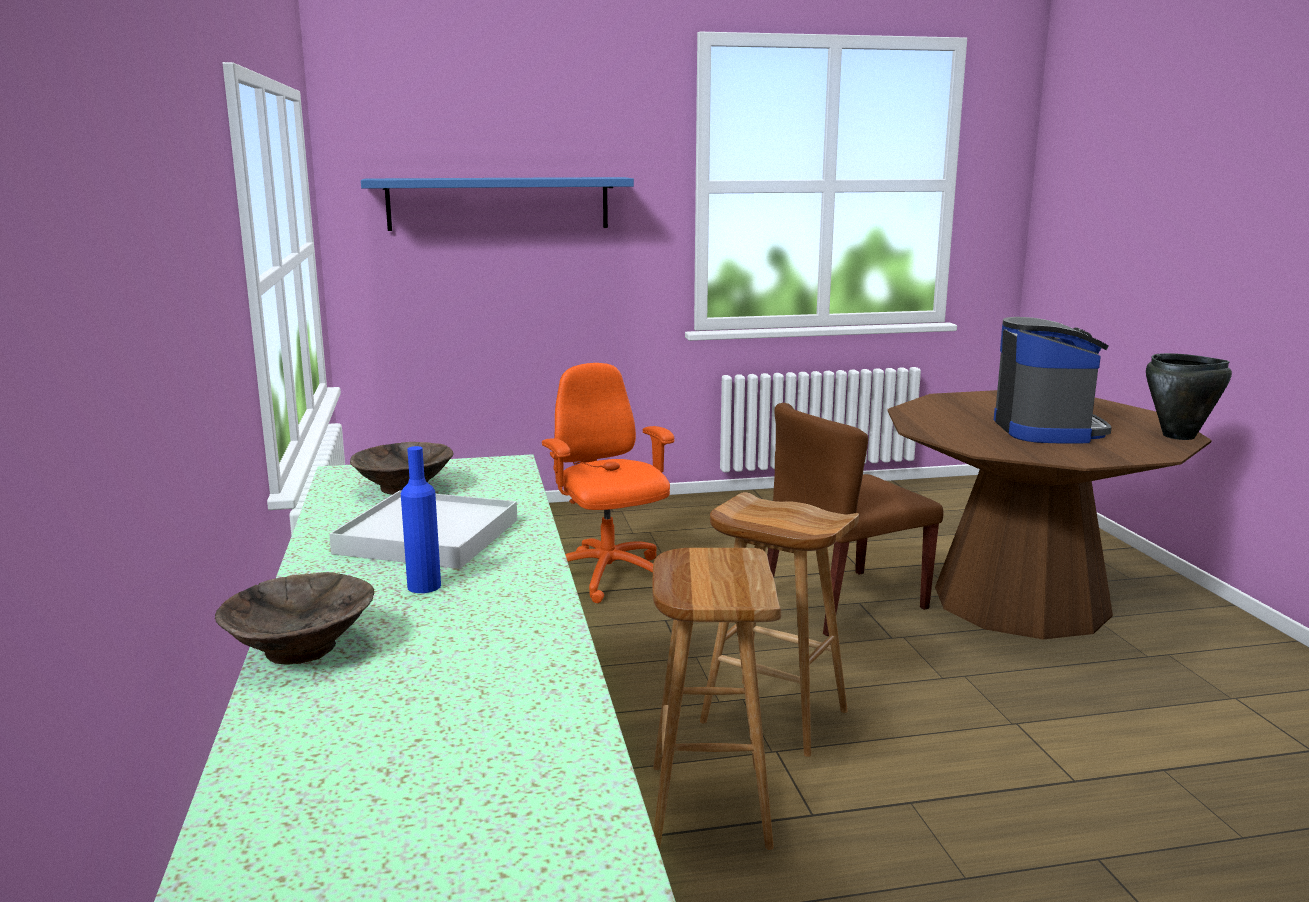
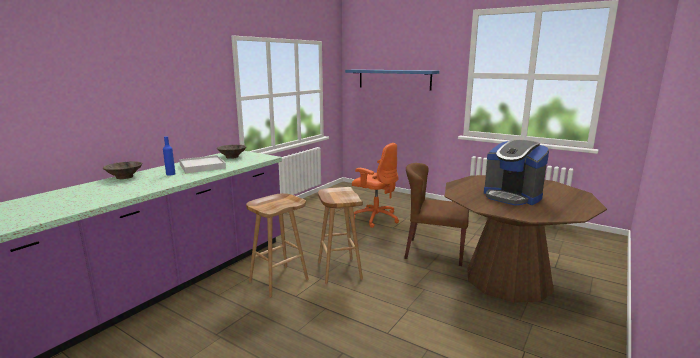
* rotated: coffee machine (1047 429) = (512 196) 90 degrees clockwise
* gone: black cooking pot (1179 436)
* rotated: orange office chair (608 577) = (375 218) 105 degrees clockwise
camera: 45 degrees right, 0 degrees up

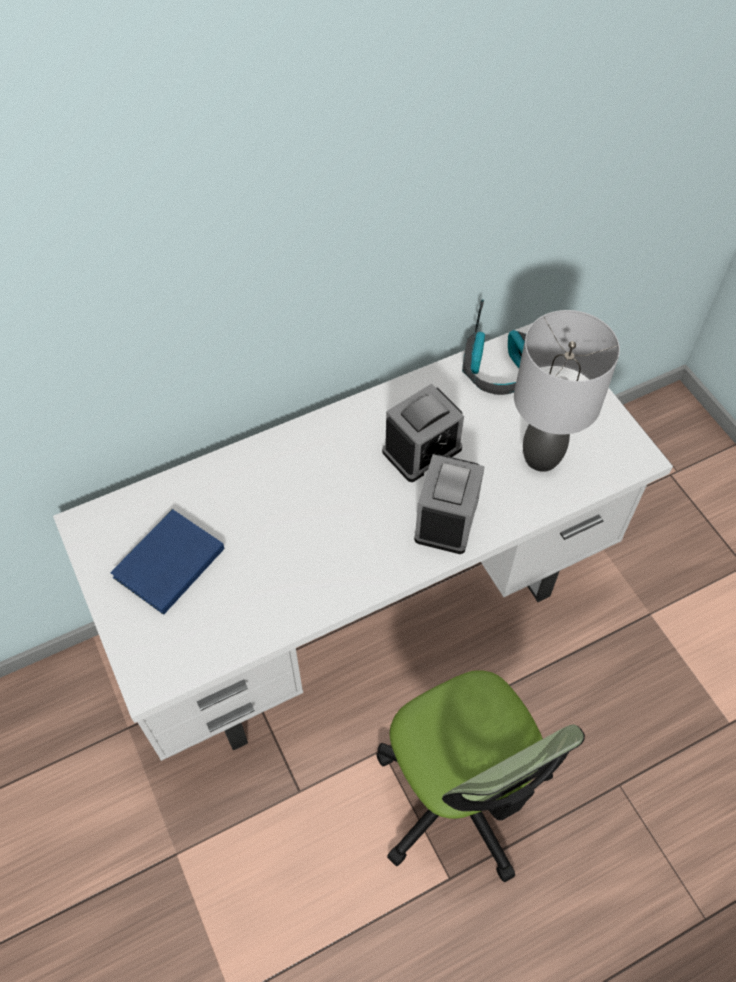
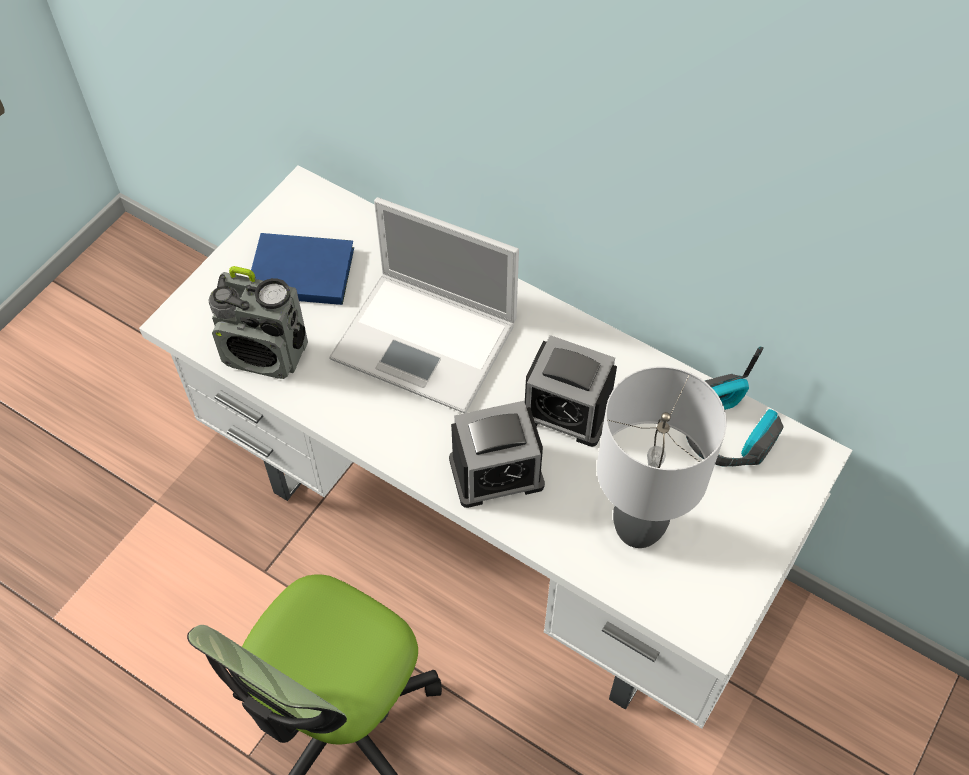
* new: laptop (427 342)
* new: radio (266 354)
camera: 60 degrees right, 0 degrees up

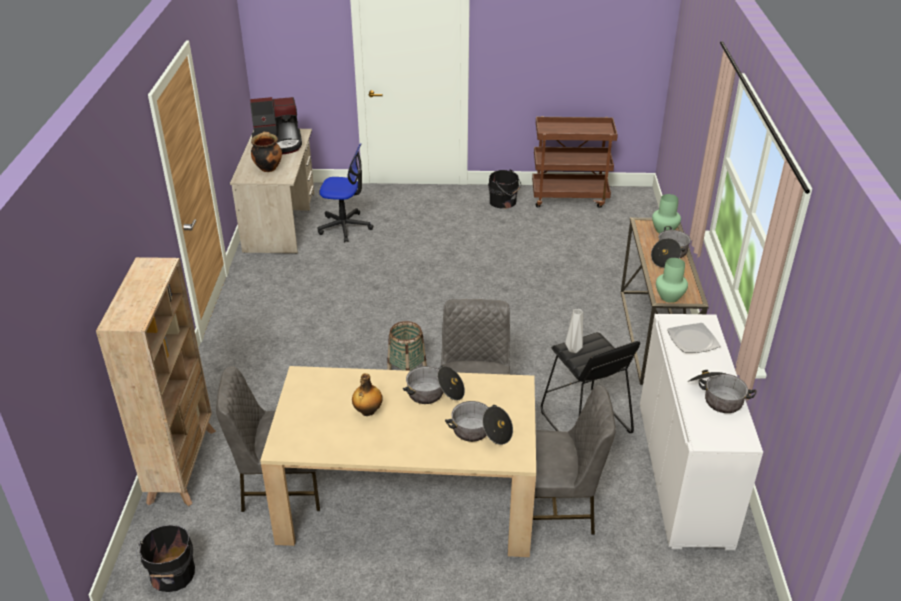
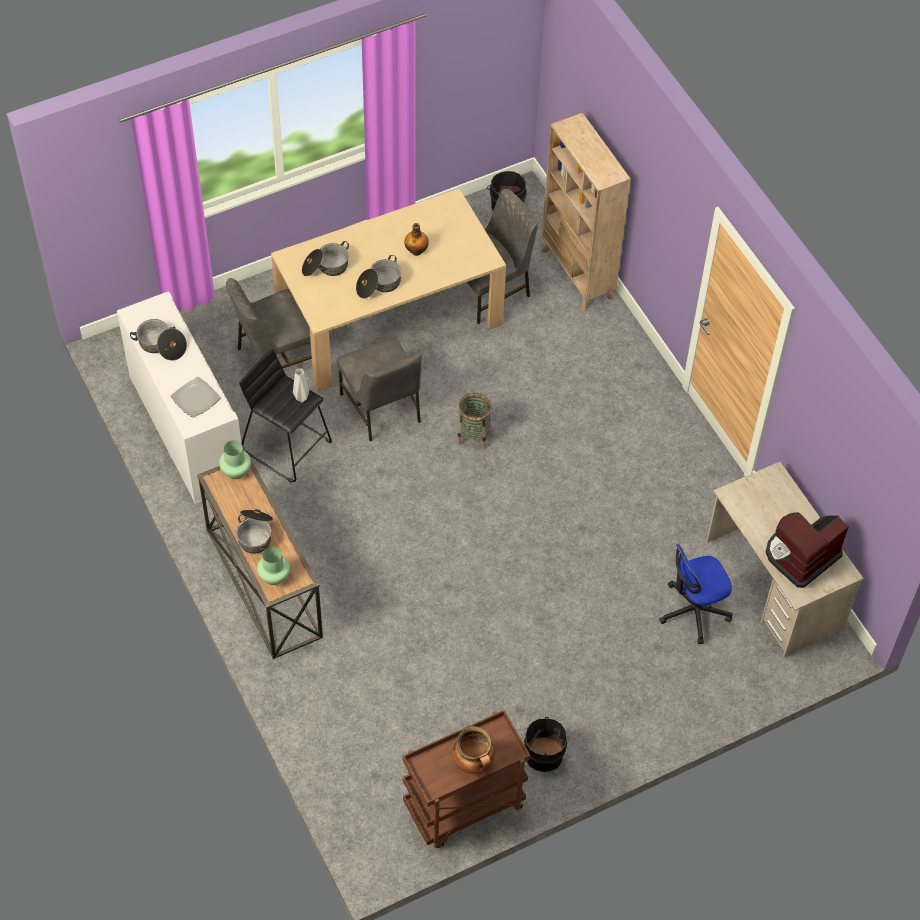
* shifted: cooking pot (268 168) to (473 763)
camera: 150 degrees right, 20 degrees up

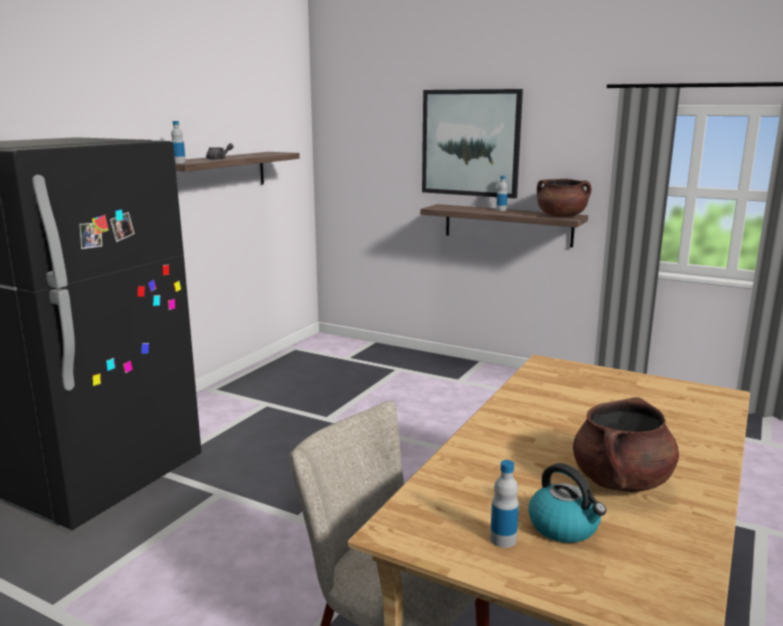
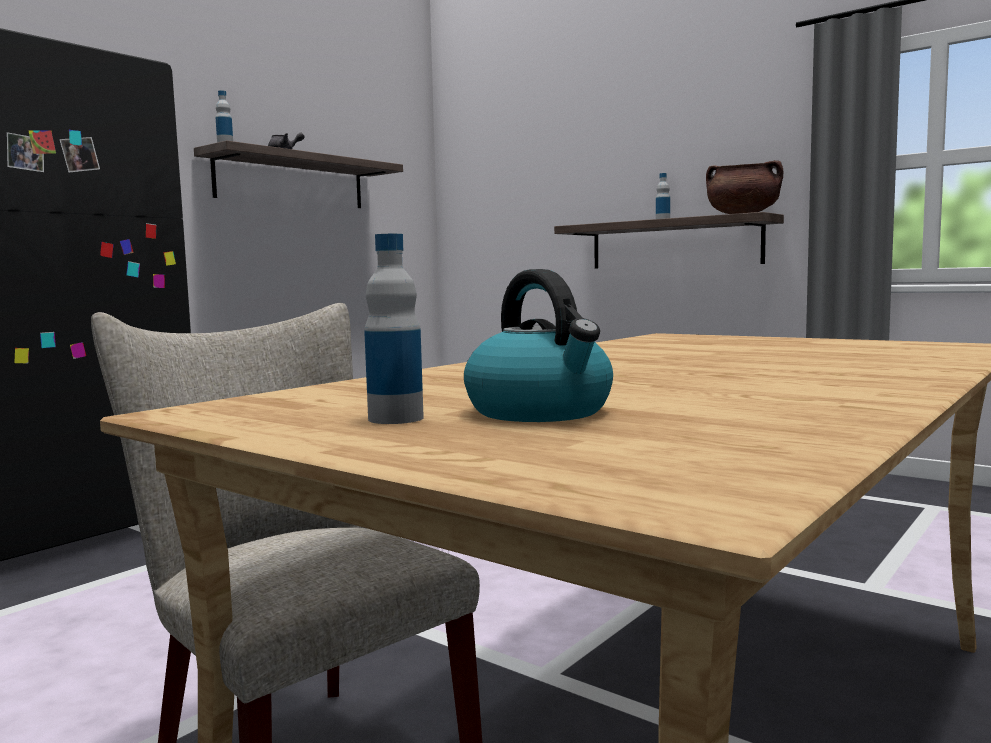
* gone: picture (470 143)
* gone: brown cooking pot (621 481)
camera: 10 degrees right, 10 degrees down

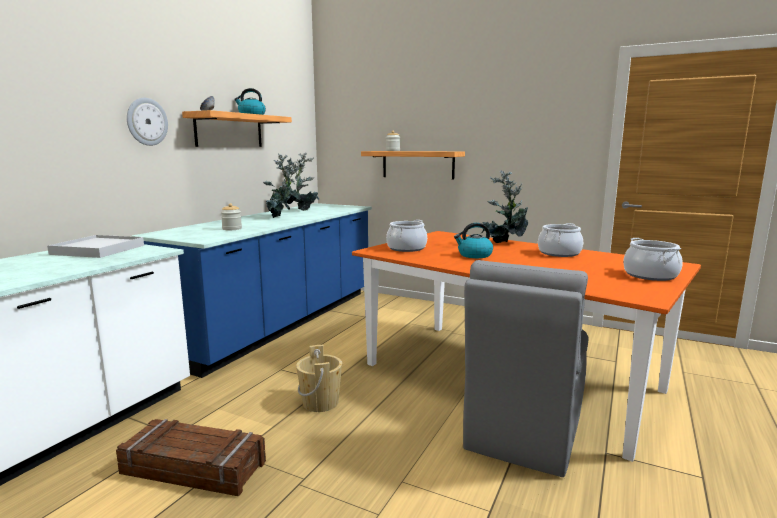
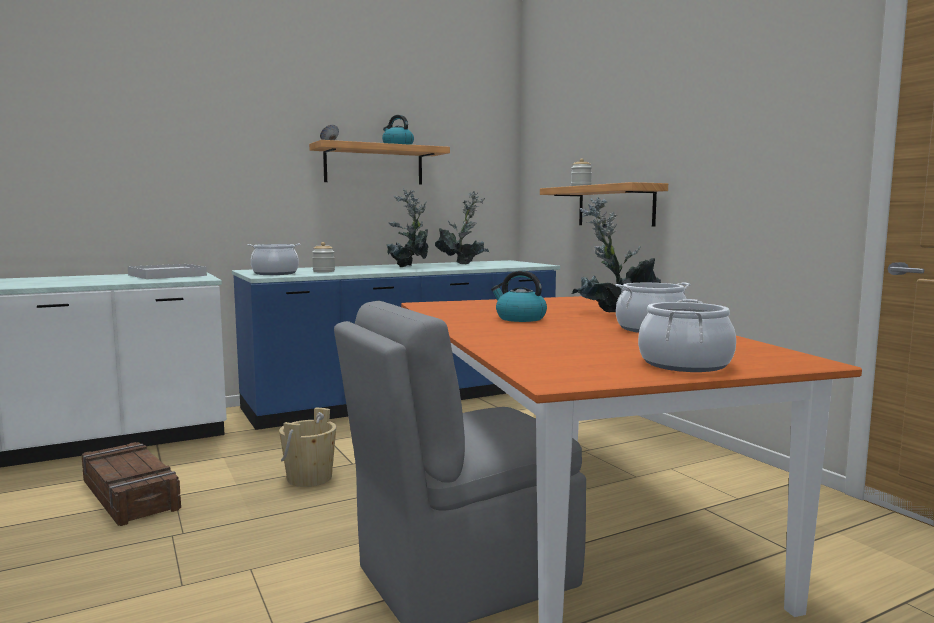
* gone: wall clock (146 122)
* shifted: cooking pot (406 248) to (275 273)
camera: 35 degrees right, 5 degrees down

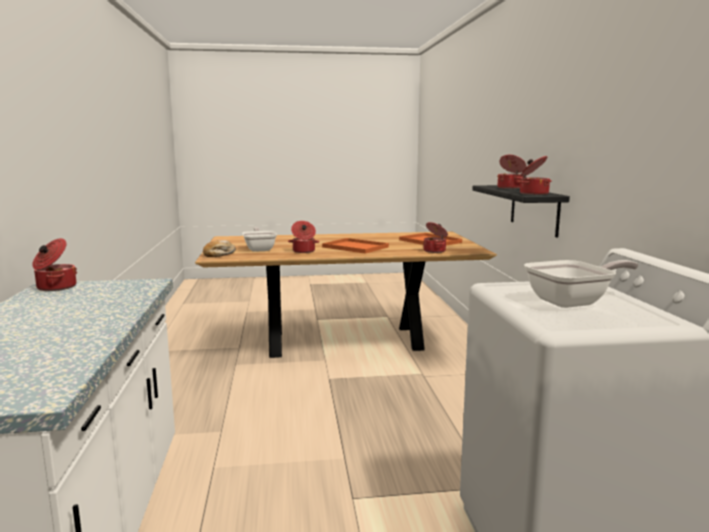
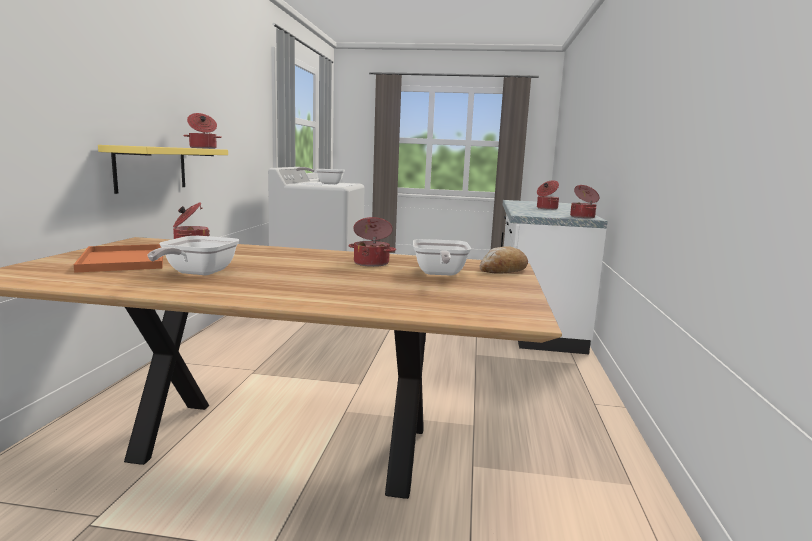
* shifted: cooking pot (510 188) to (546 208)
* repainted: black shelf (534 209) to yellow shelf (151 168)
* gone: orange tray (356 247)
* new: frying pan (196 273)
camera: 165 degrees left, 0 degrees up

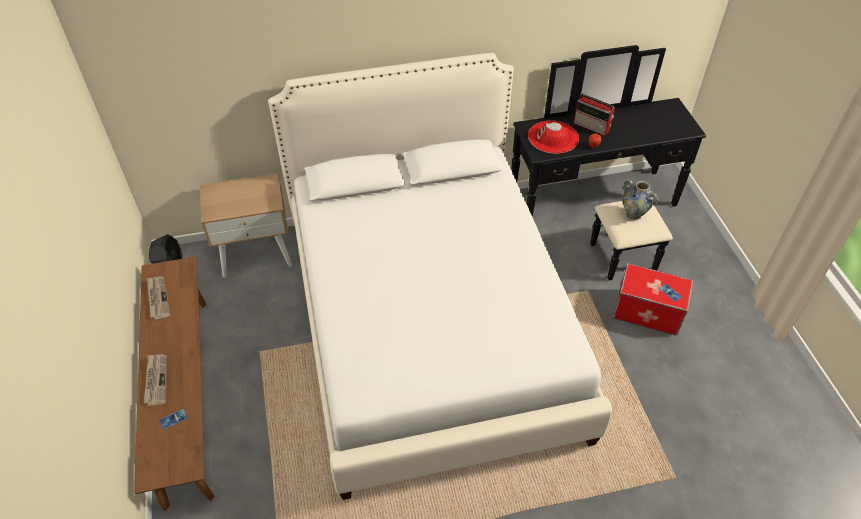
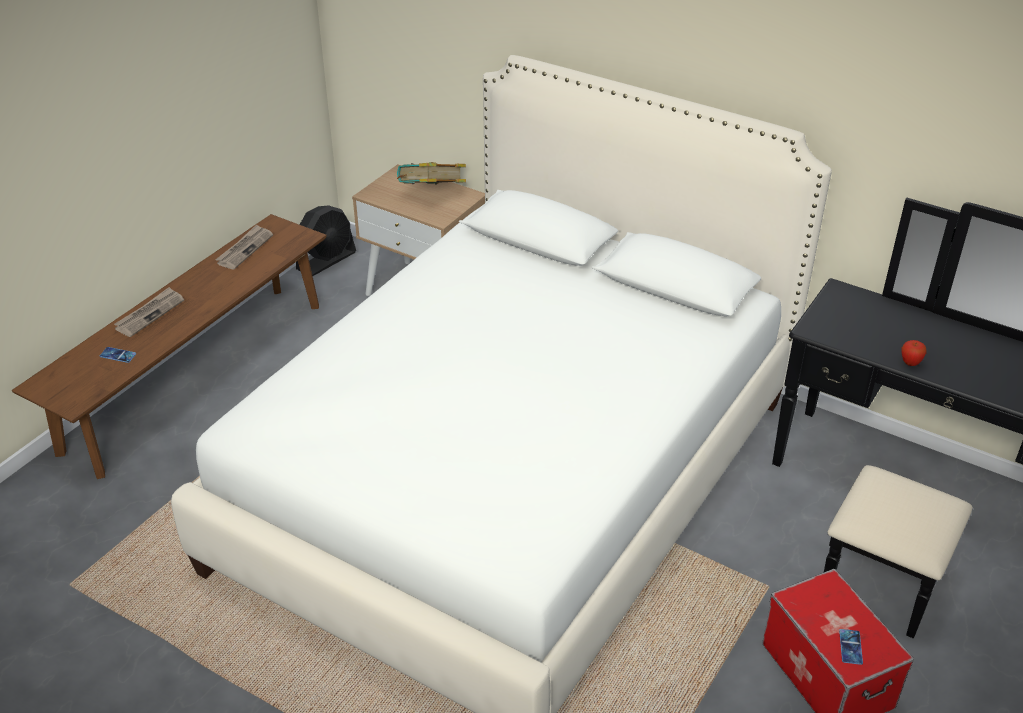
* gone: radio (592 126)
* gone: red hat (553 137)
* gone: vase (633 215)
* new: book (431 194)
camera: 45 degrees right, 10 degrees down

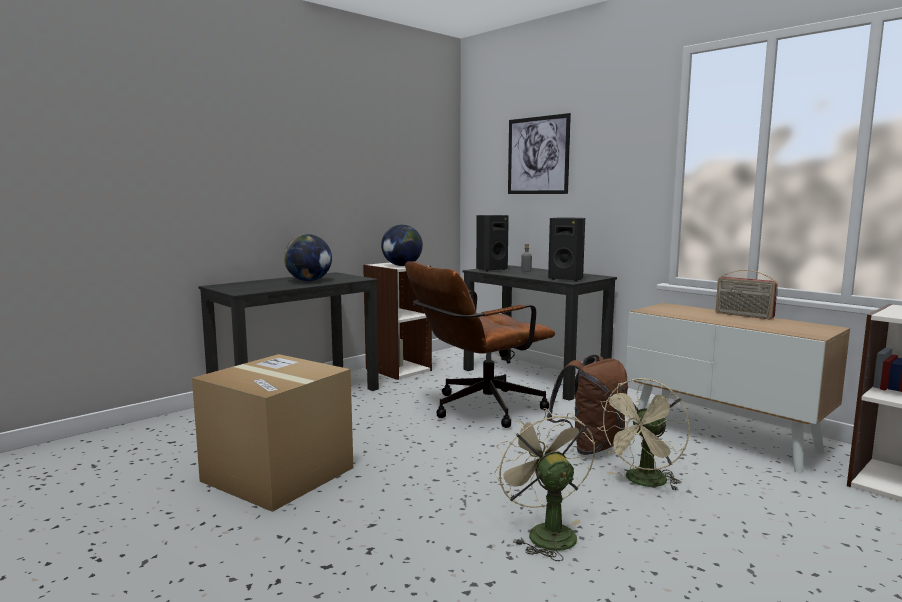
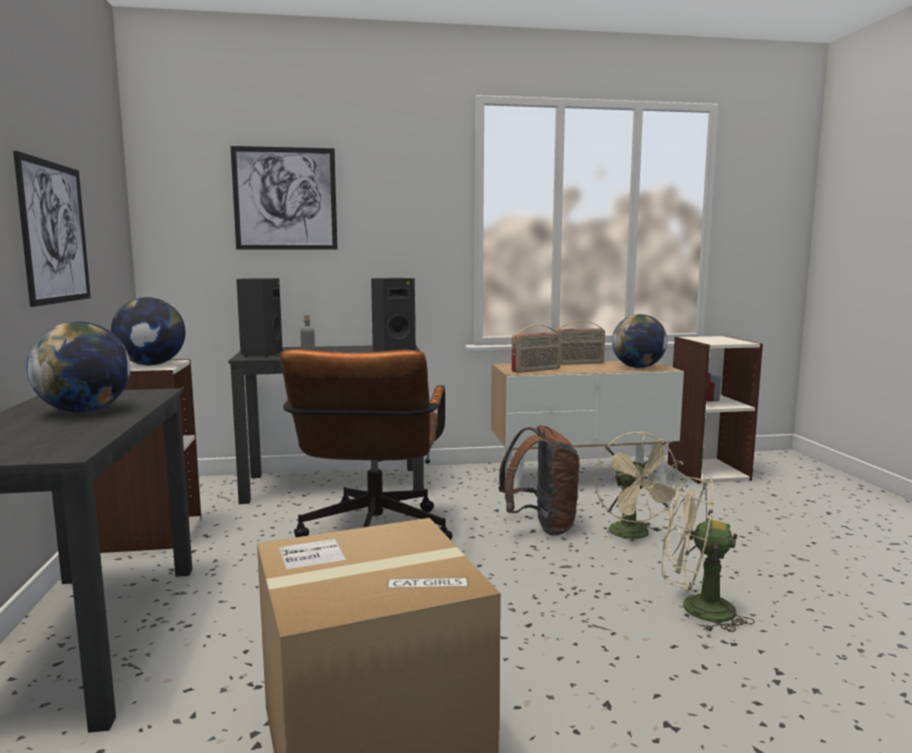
* new: picture (54 233)
* new: globe (638 367)
* new: radio (536 370)
camera: 55 degrees left, 0 degrees up

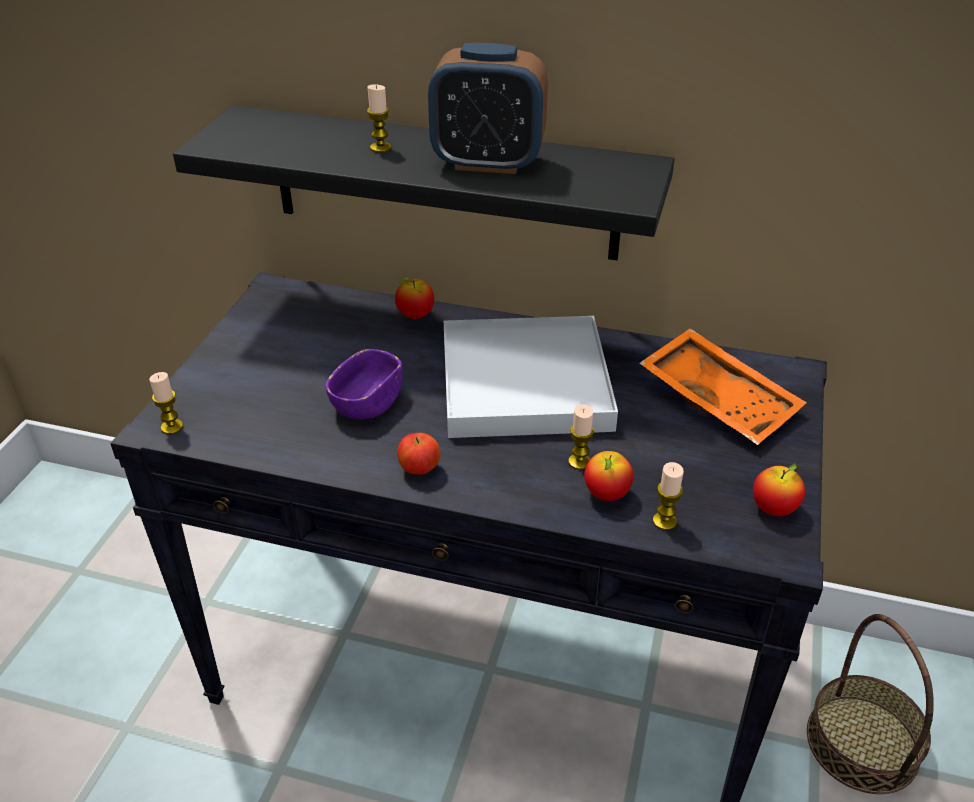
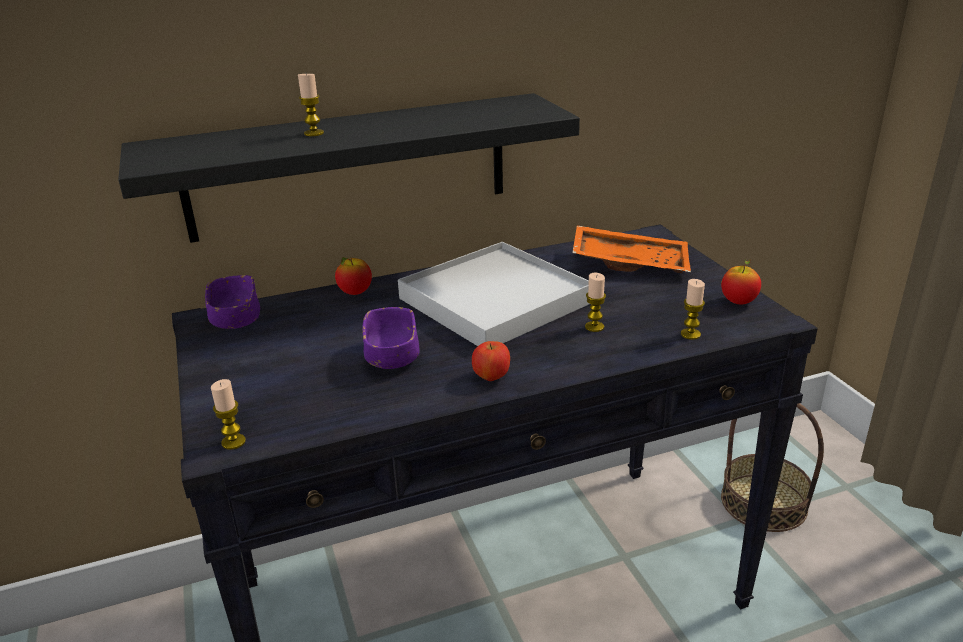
* gone: alarm clock (488 163)
* gone: apple (606 494)
* new: purple bowl (236 319)
camera: 35 degrees left, 10 degrees down

